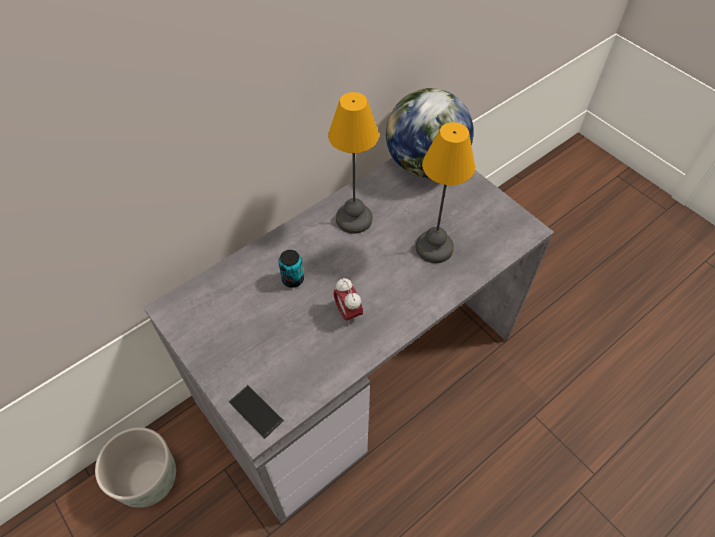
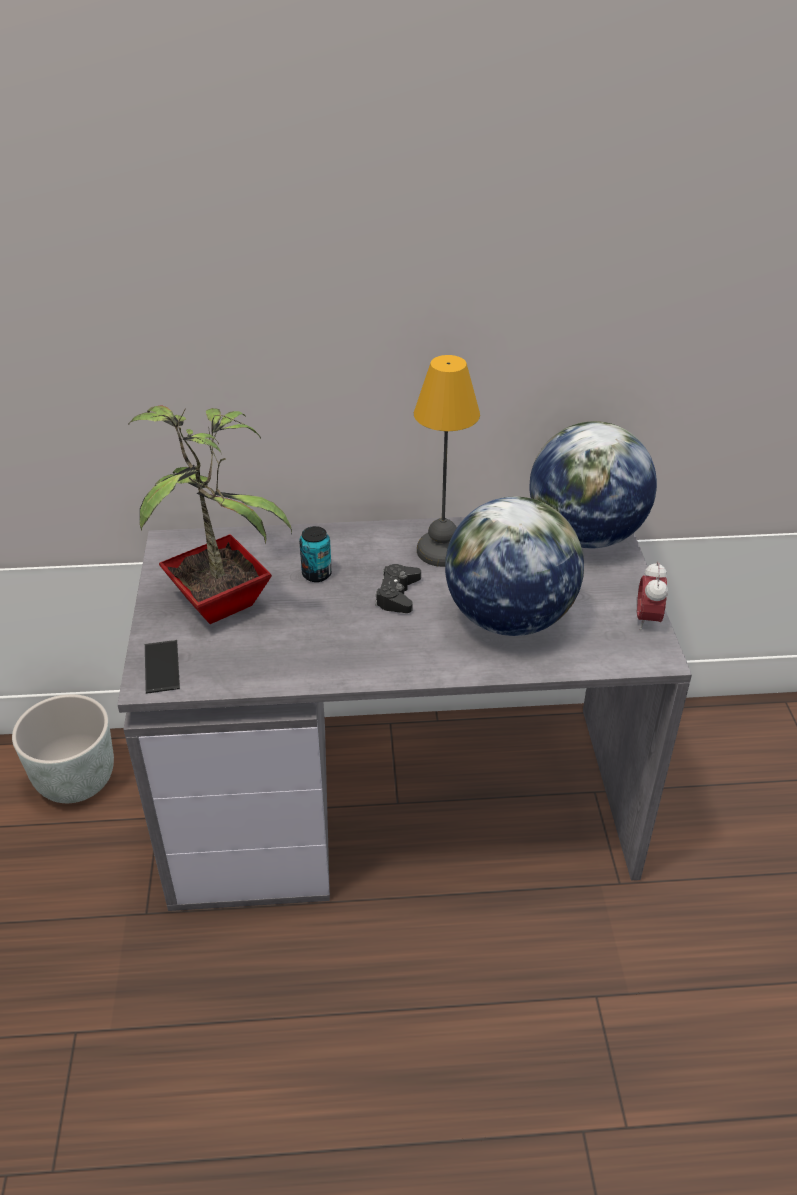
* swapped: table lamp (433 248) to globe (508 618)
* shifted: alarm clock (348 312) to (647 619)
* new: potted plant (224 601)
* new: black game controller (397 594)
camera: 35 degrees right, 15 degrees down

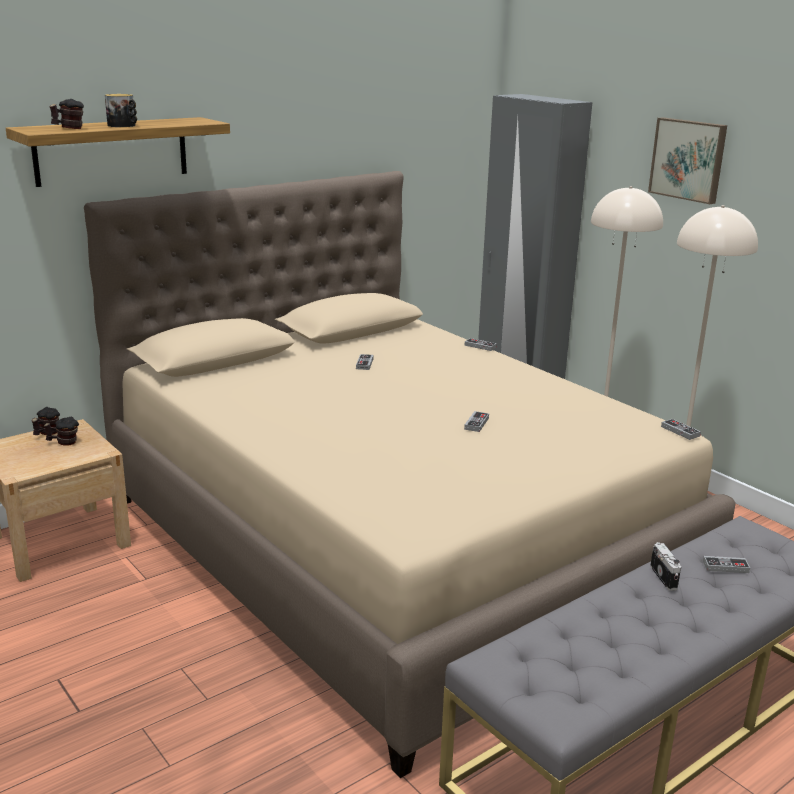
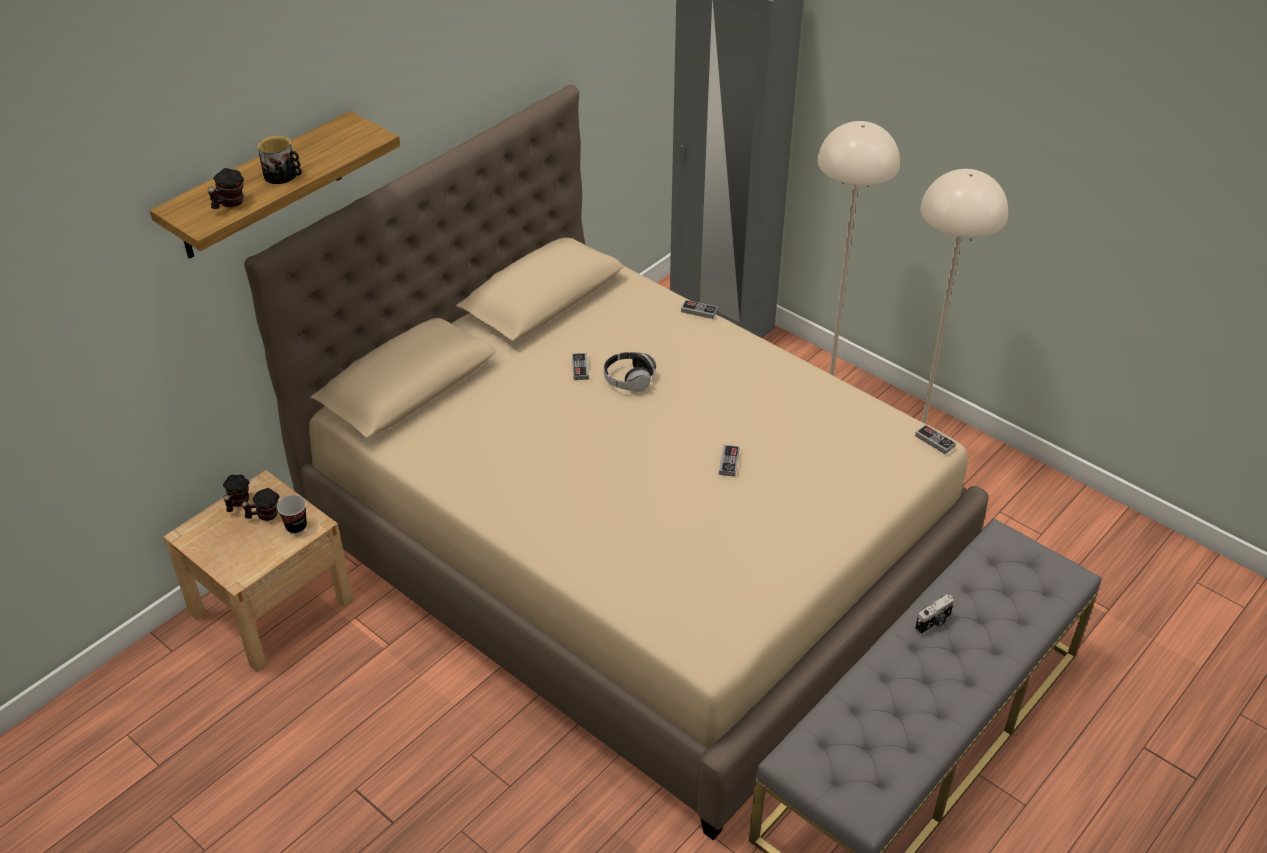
* gone: picture (688 159)
* rotated: photo camera (665 577) = (934 623) 75 degrees clockwise
* gone: game controller (725 567)
* new: headphones (629 380)
* new: cup (296 527)
camera: 10 degrees left, 20 degrees up

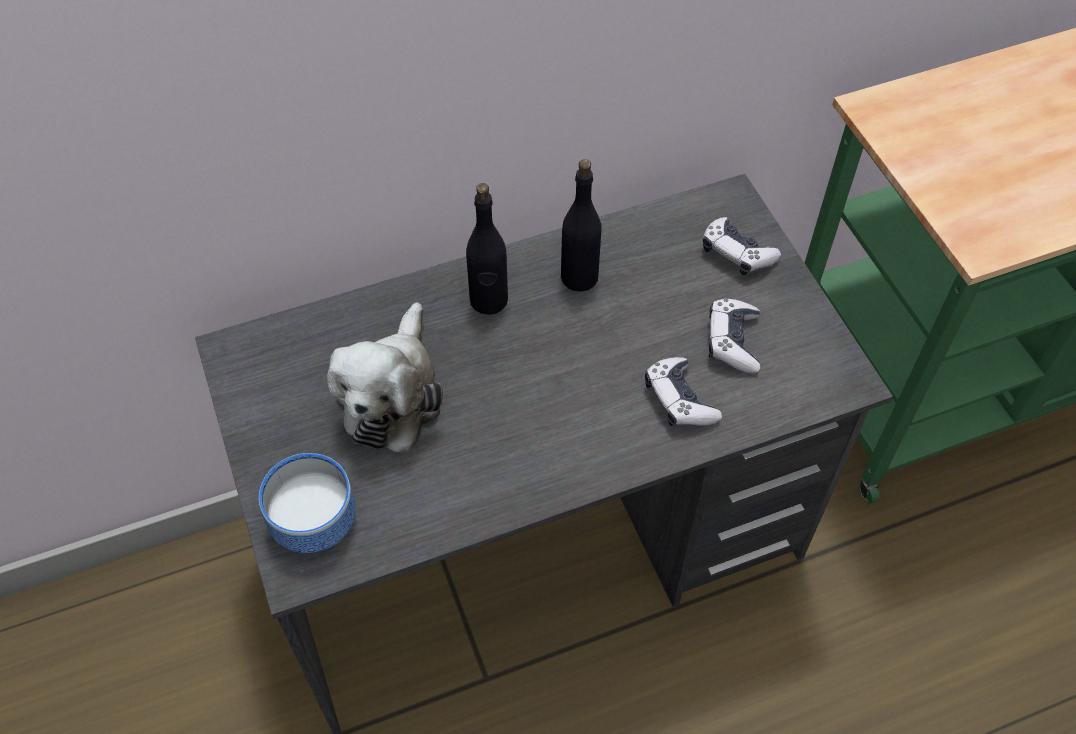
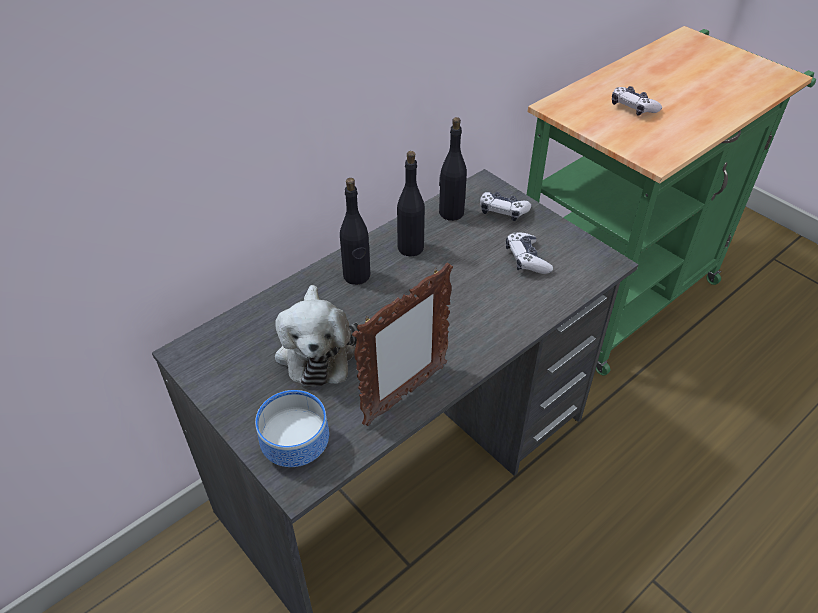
* shifted: game controller (679 400) to (633 108)
* new: black bottle (451 213)
* new: picture frame (404 395)
camera: 20 degrees left, 10 degrees down

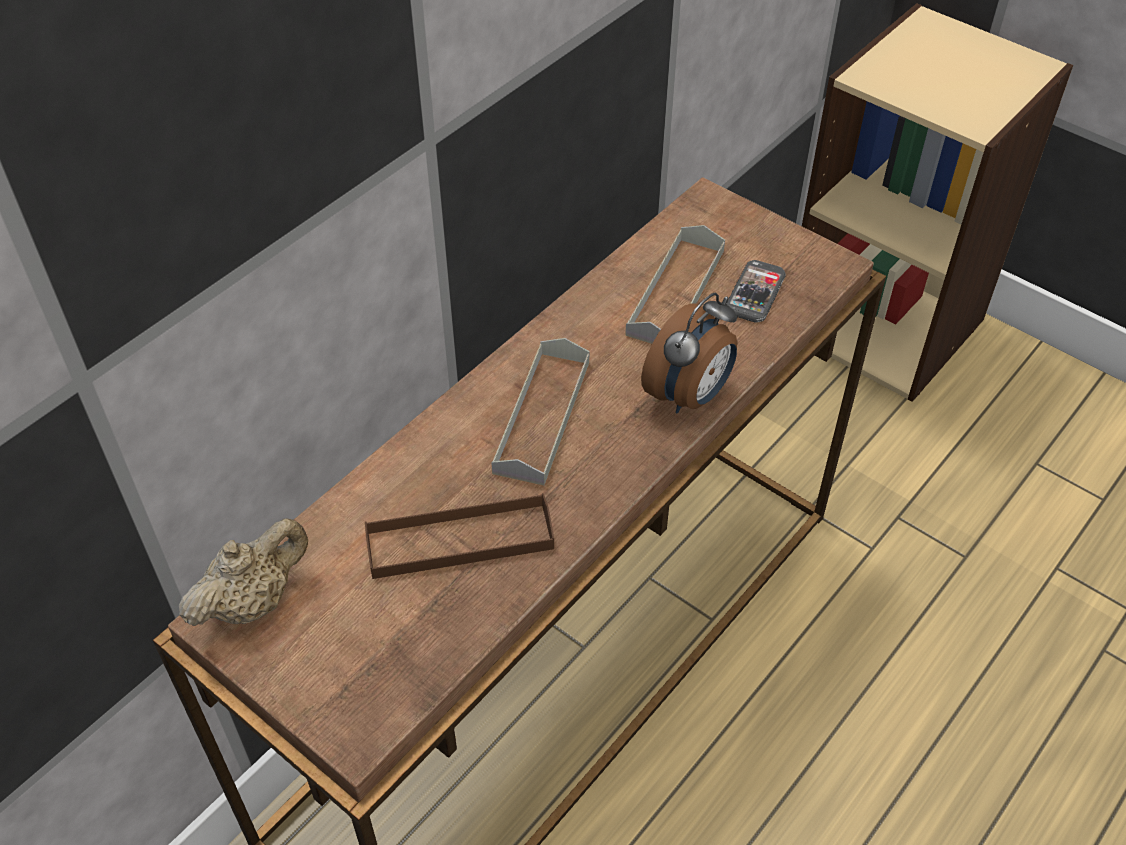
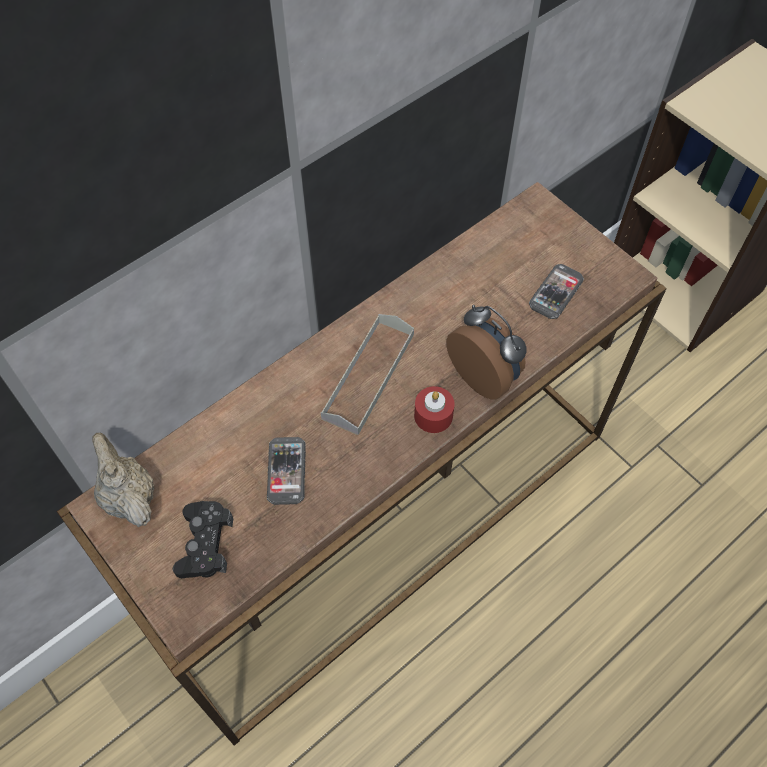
* gone: grey tray (676 292)
* rotated: alarm clock (690 395) = (485 375) 90 degrees counterclockwise
* swapped: brown tray (460 540) to phone (286 471)
* rotated: beige teapot (253 601) = (128 496) 90 degrees counterclockwise
* new: red candle (433 415)
* new: black game controller (204 544)
camera: 10 degrees right, 10 degrees up

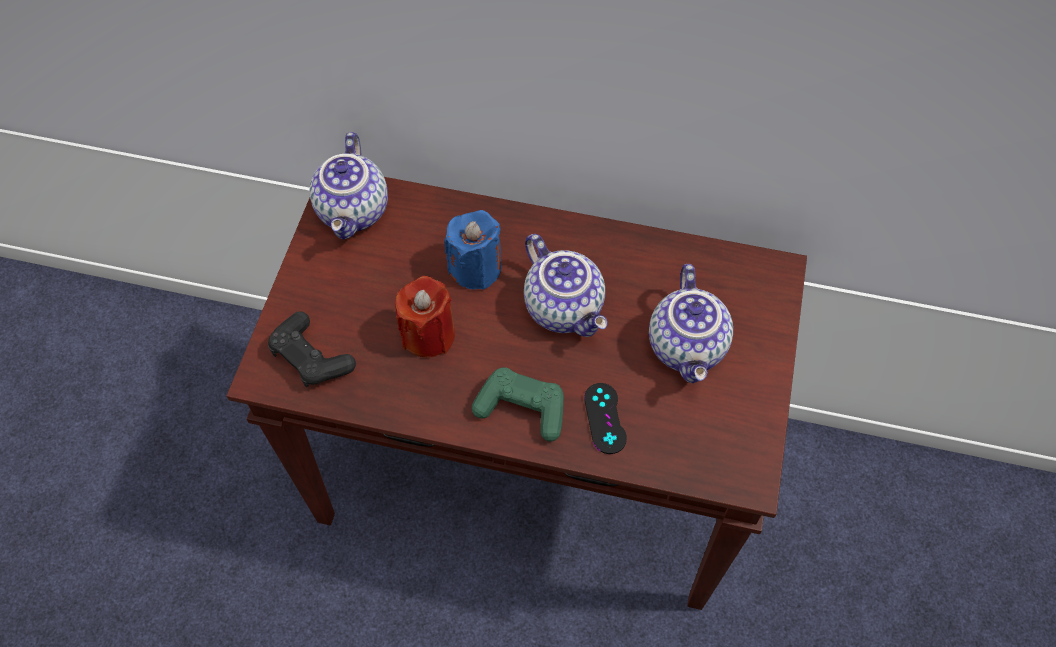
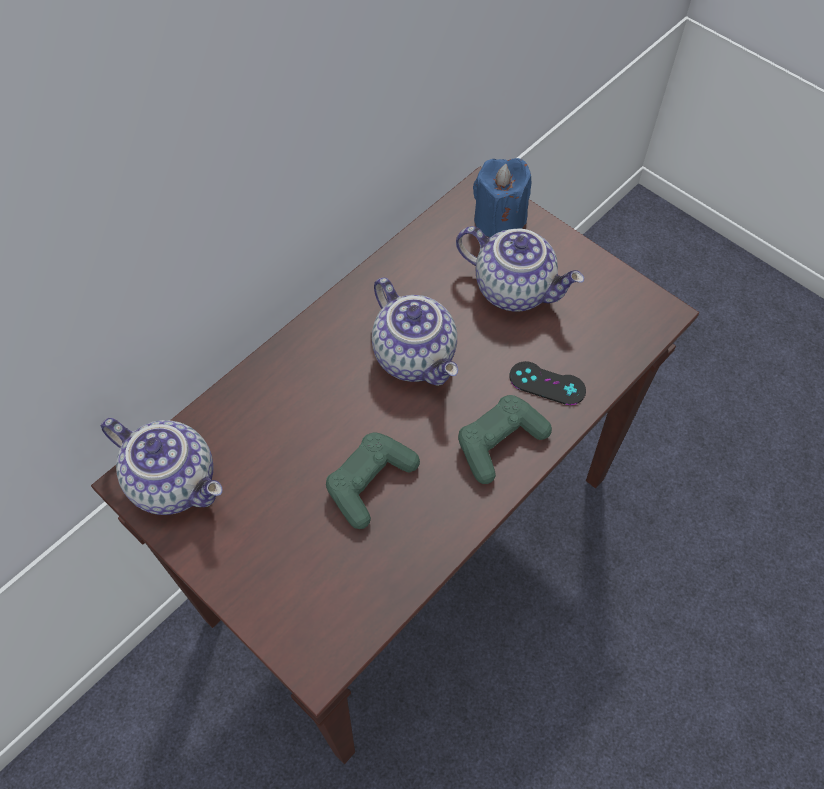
* shifted: blue candle (475 268) to (499 220)
* rotated: teapot (565 308) = (416 356) 60 degrees clockwise
* swapped: red candle (428 334) to green game controller (370 483)
* gone: black game controller (311 357)
camera: 60 degrees left, 0 degrees up

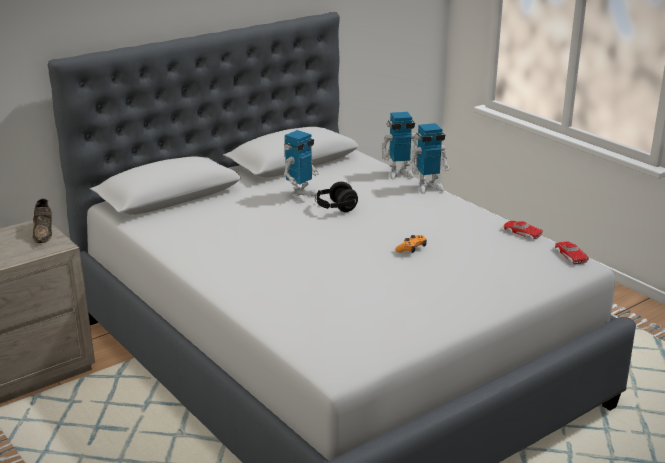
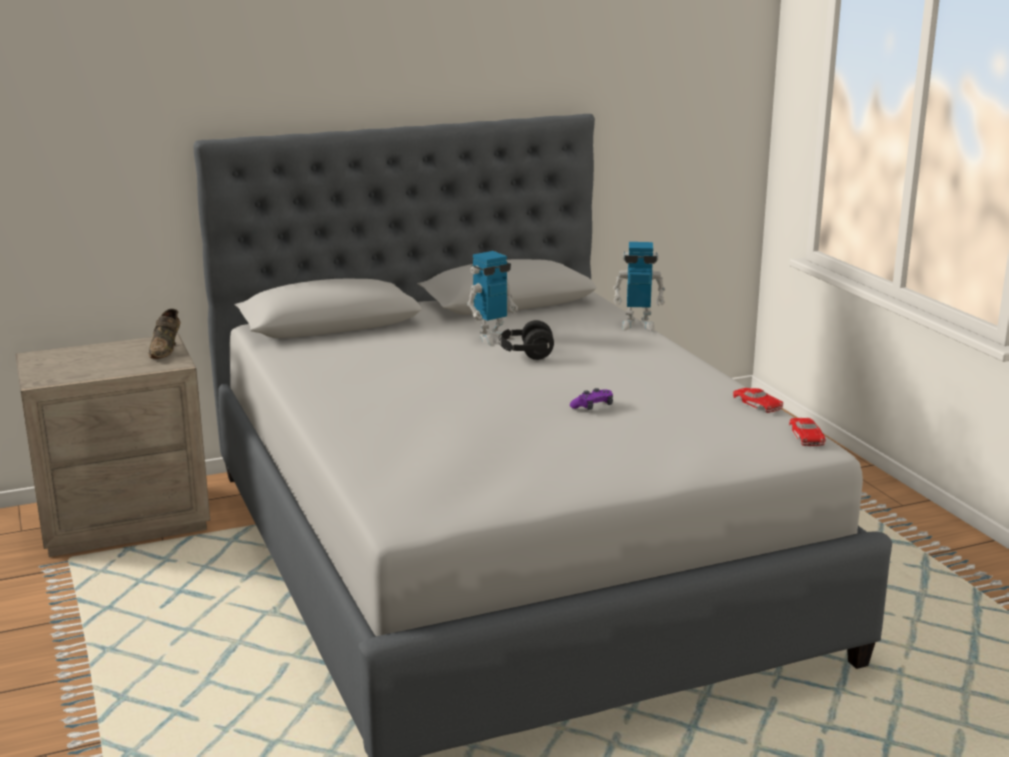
* gone: toy robot (428 187)
* repainted: orange game controller (411 249) to purple game controller (593 407)
camera: 15 degrees right, 5 degrees down

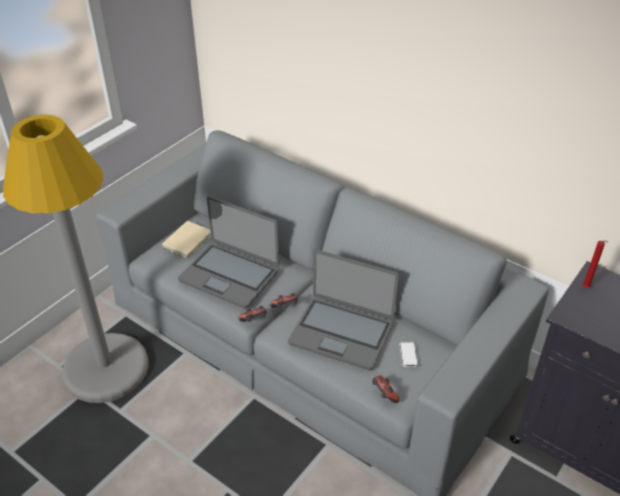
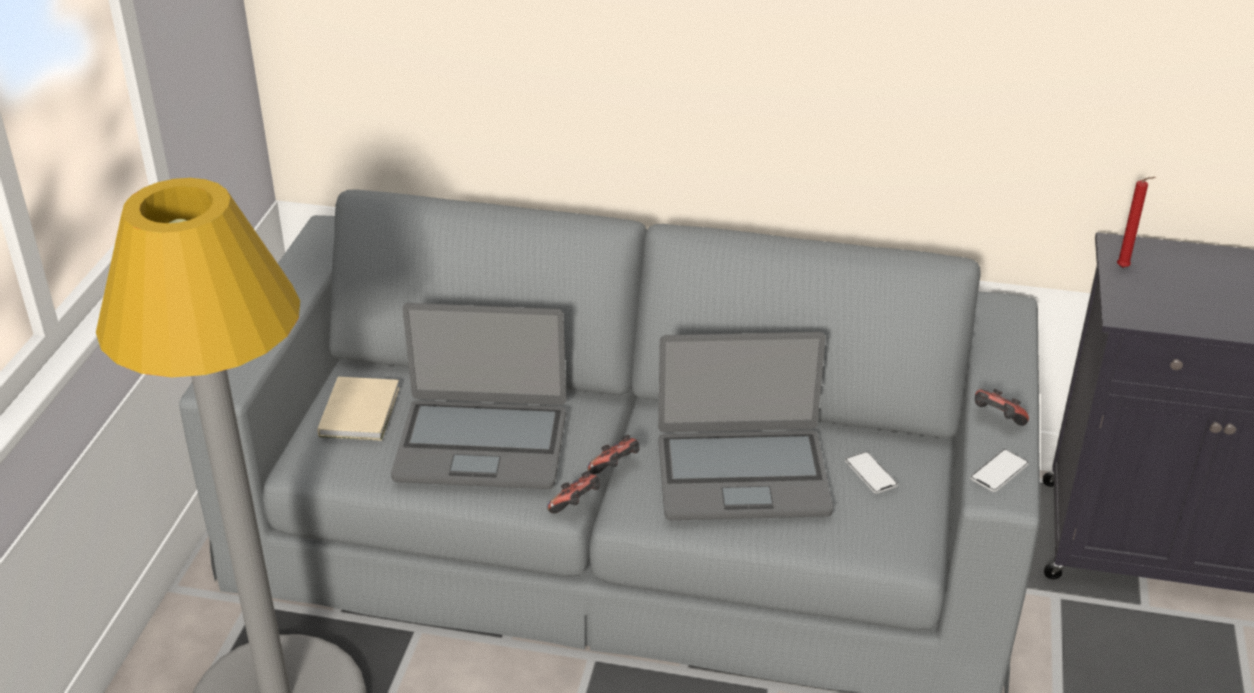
* shifted: game controller (384 394) to (996 420)
* new: phone (999 472)
camera: 25 degrees left, 5 degrees down

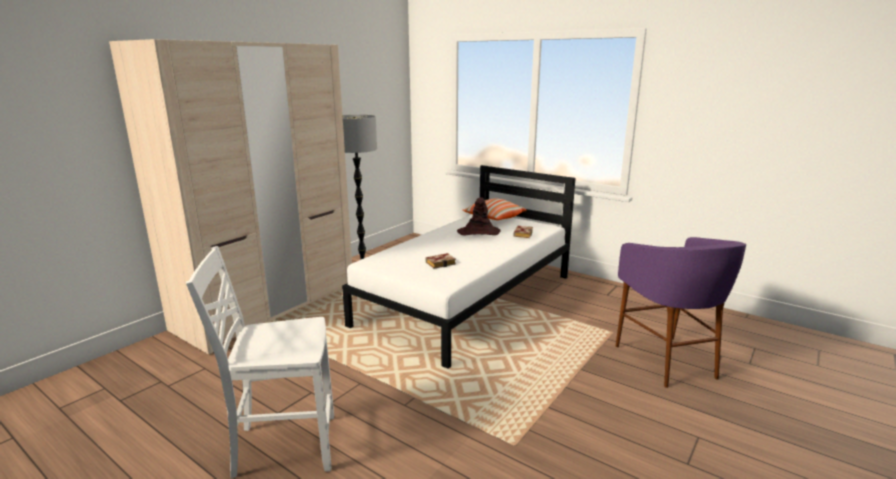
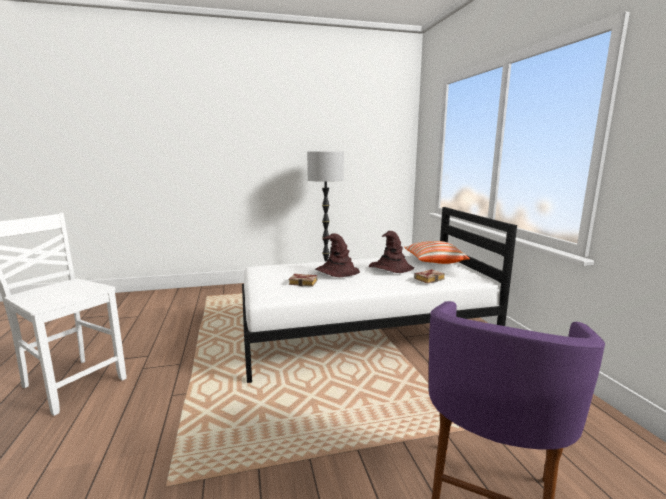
* gone: beige wardrobe (268 307)
* new: brown hat (336 272)
camera: 40 degrees right, 5 degrees down

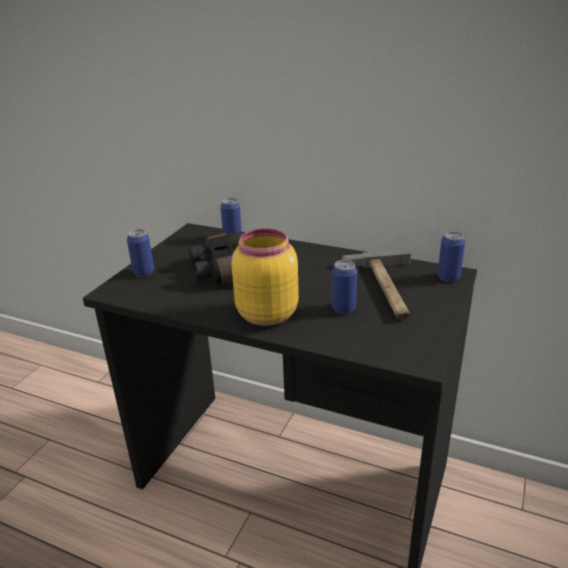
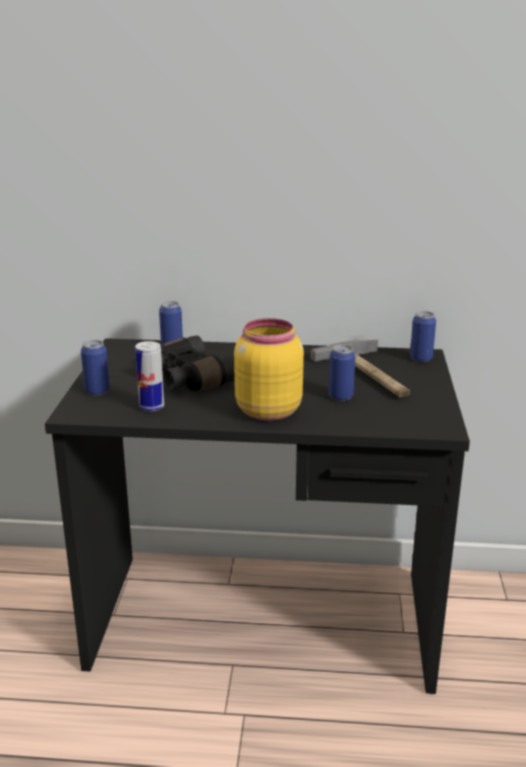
* new: can (151 407)
camera: 20 degrees left, 5 degrees down

